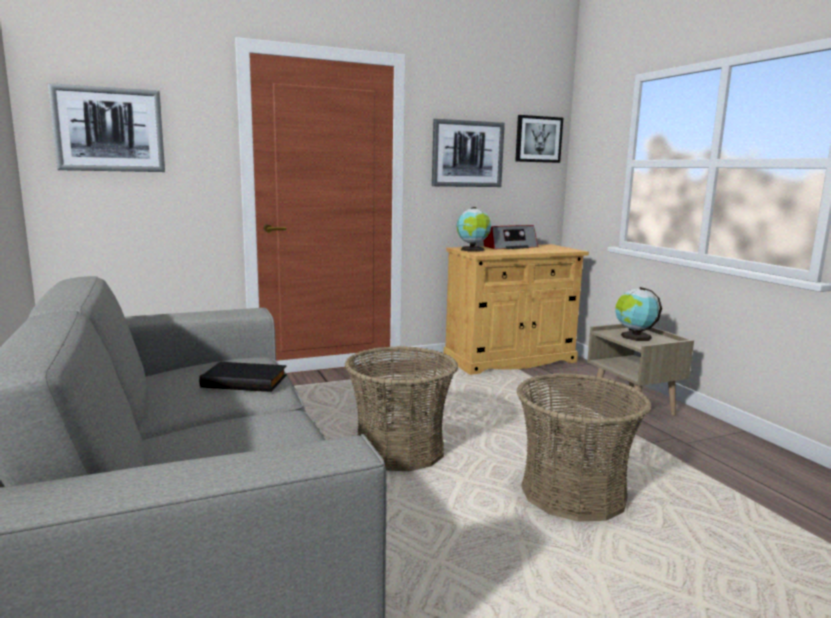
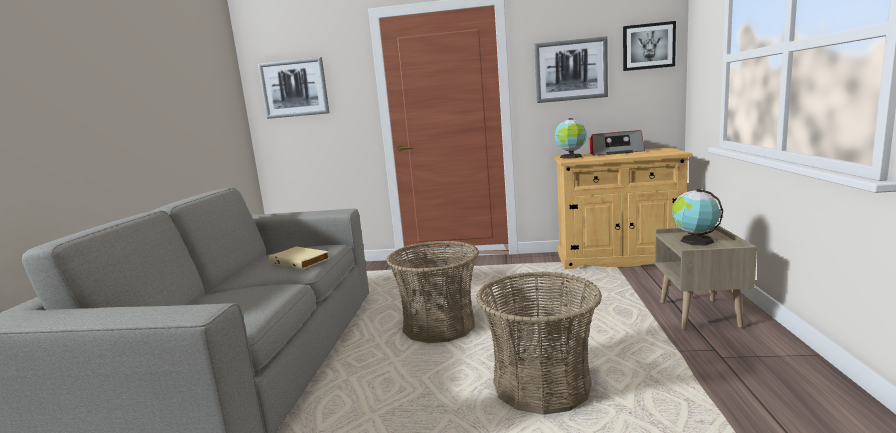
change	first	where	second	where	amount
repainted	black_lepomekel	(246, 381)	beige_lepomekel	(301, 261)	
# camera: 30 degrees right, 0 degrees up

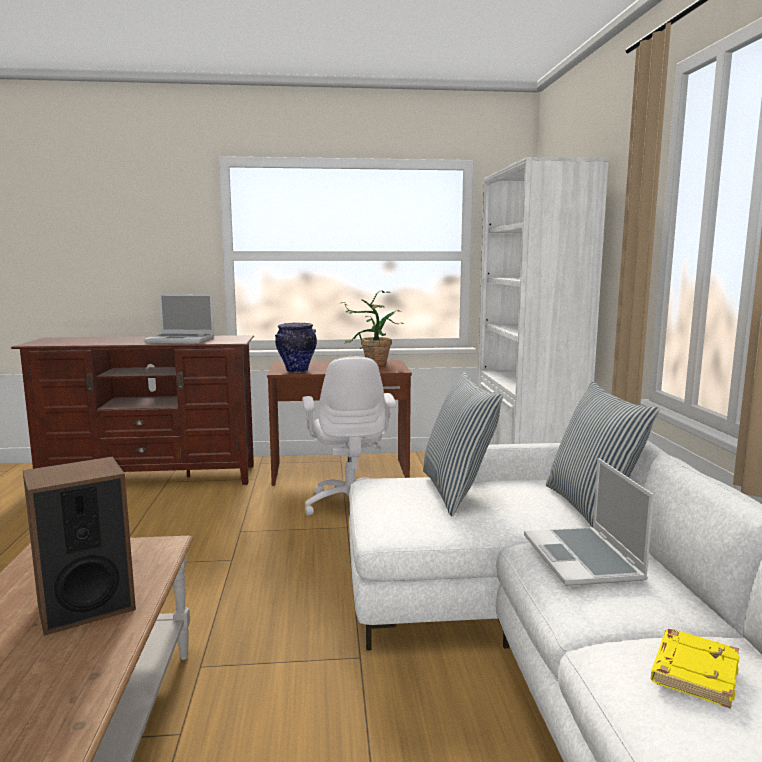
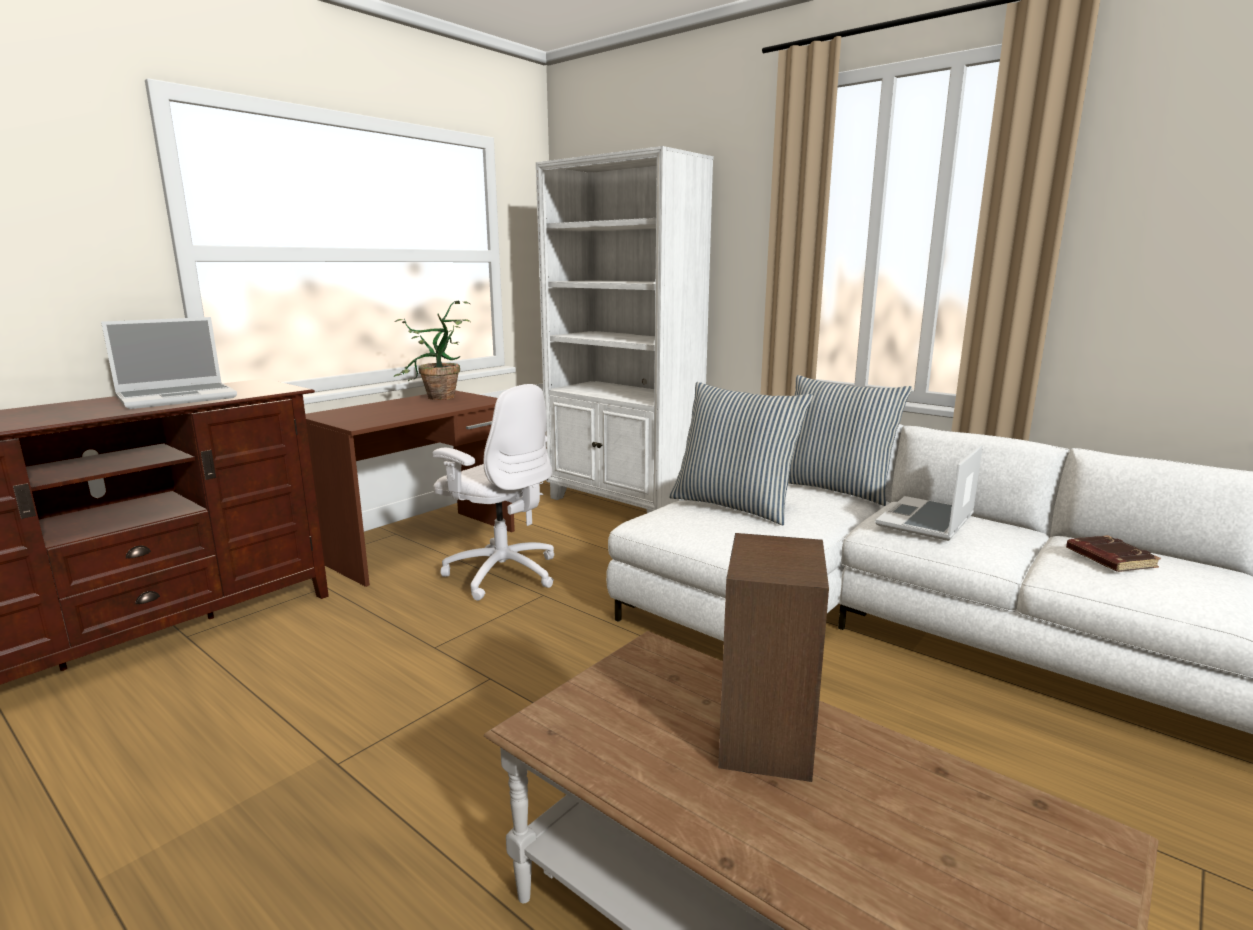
change	first	where	second	where	amount
gone	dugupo	(296, 371)			
rotated	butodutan	(584, 559)		(927, 521)	90 degrees clockwise
repainted	yellow_lepomekel	(693, 672)	brown_lepomekel	(1108, 559)	
# camera: 45 degrees left, 5 degrees up

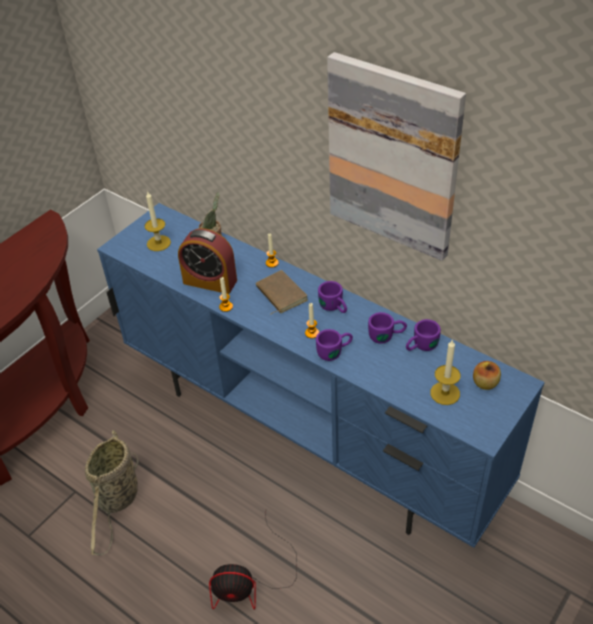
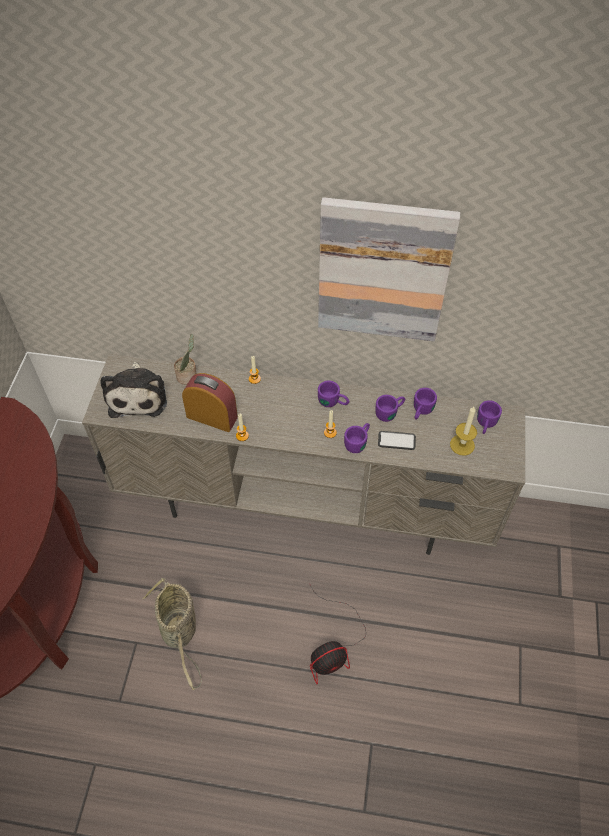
change	first	where	second	where	amount
repainted	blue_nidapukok	(308, 435)	beige_nidapukok	(307, 506)	
swapped	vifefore	(158, 243)	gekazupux	(138, 395)	
rotated	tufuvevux	(210, 281)		(212, 417)	150 degrees counterclockwise
gone	brown_lepomekel	(280, 294)			
swapped	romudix	(485, 383)	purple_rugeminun	(485, 425)	
new			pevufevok	(396, 440)	
# camera: 30 degrees left, 10 degrees up

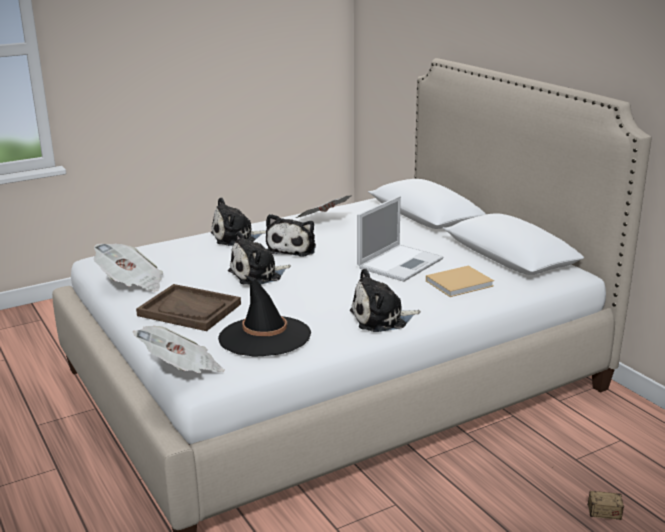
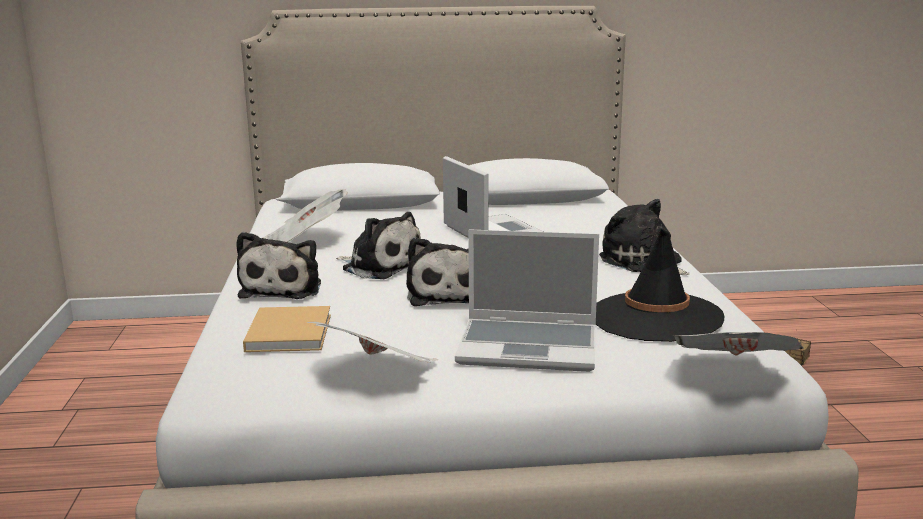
change	first	where	second	where	amount
swapped	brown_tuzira	(190, 310)	butodutan	(530, 347)	
rotated	gekazupux	(382, 319)		(643, 262)	135 degrees clockwise
shifted	beige_lepomekel	(461, 283)		(289, 331)	
# camera: 65 degrees left, 5 degrees down

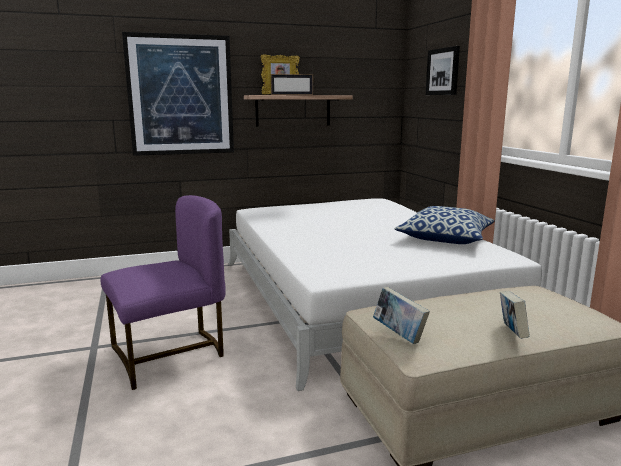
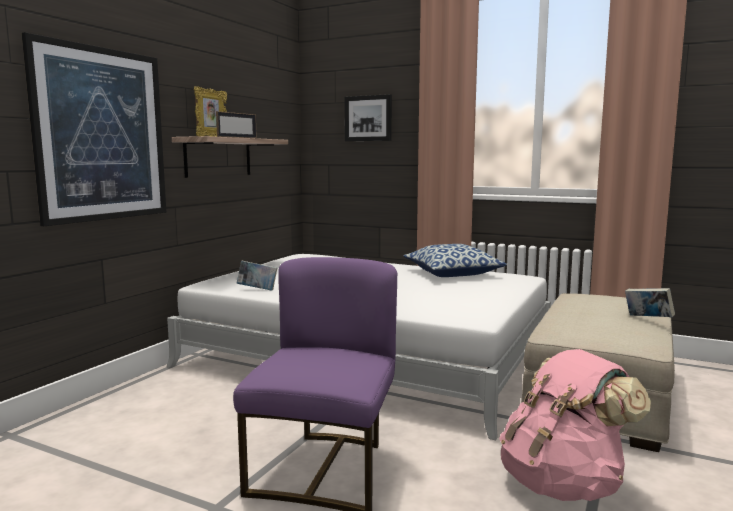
change	first	where	second	where	amount
shifted	lepomekel	(399, 335)		(257, 290)	
new			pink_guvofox	(563, 484)	
# camera: 45 degrees left, 5 degrees down

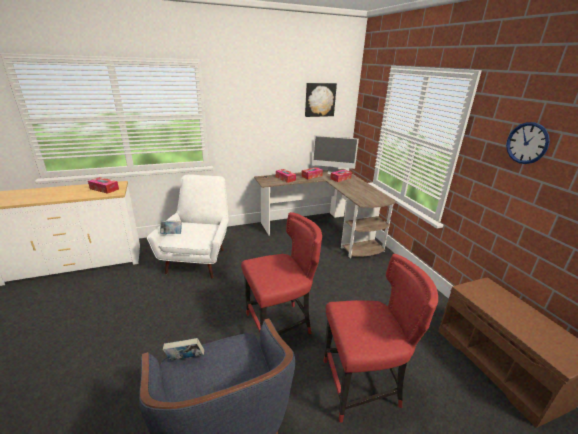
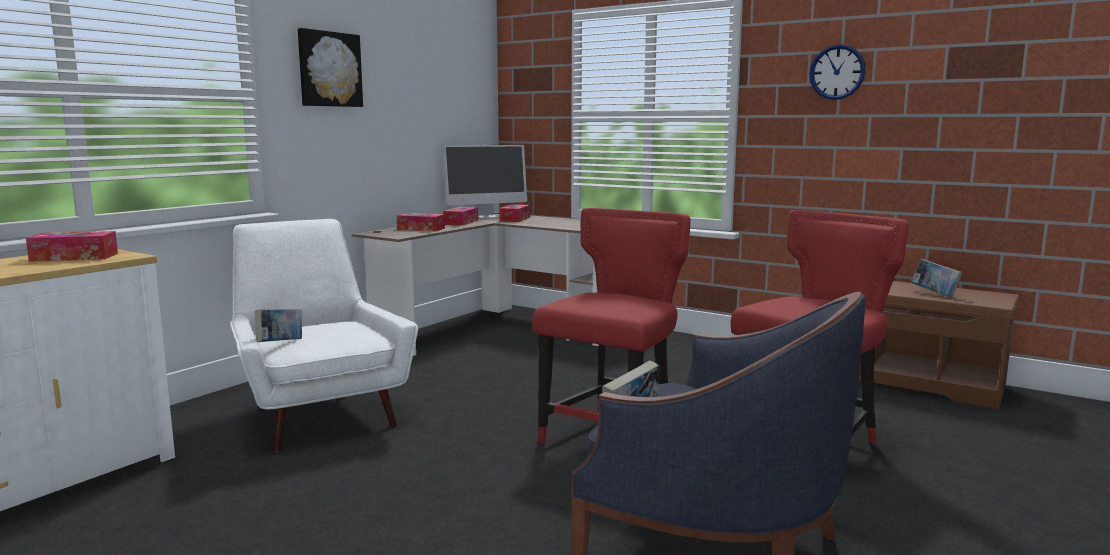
change	first	where	second	where	amount
shifted	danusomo	(319, 99)		(329, 69)	
new			lepomekel	(934, 294)	
# camera: 35 degrees left, 15 degrees down

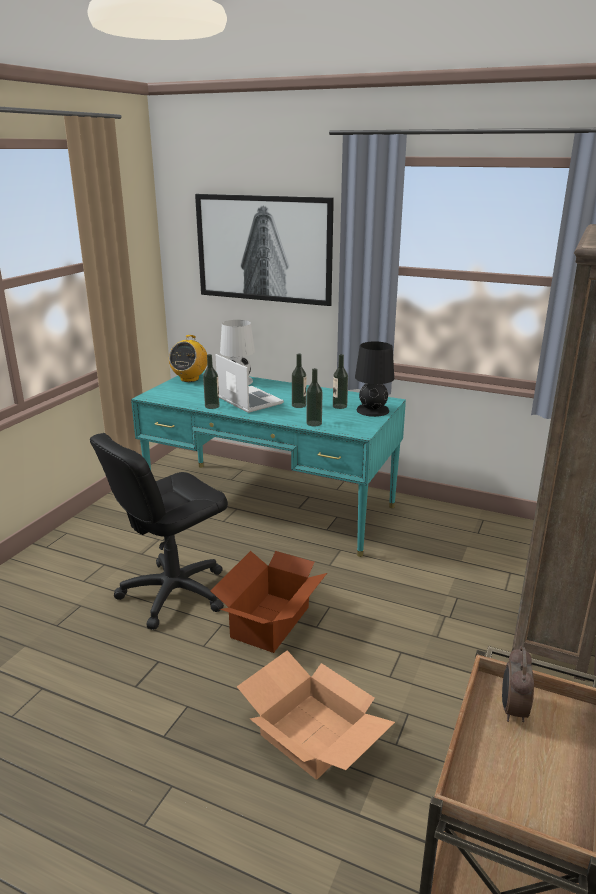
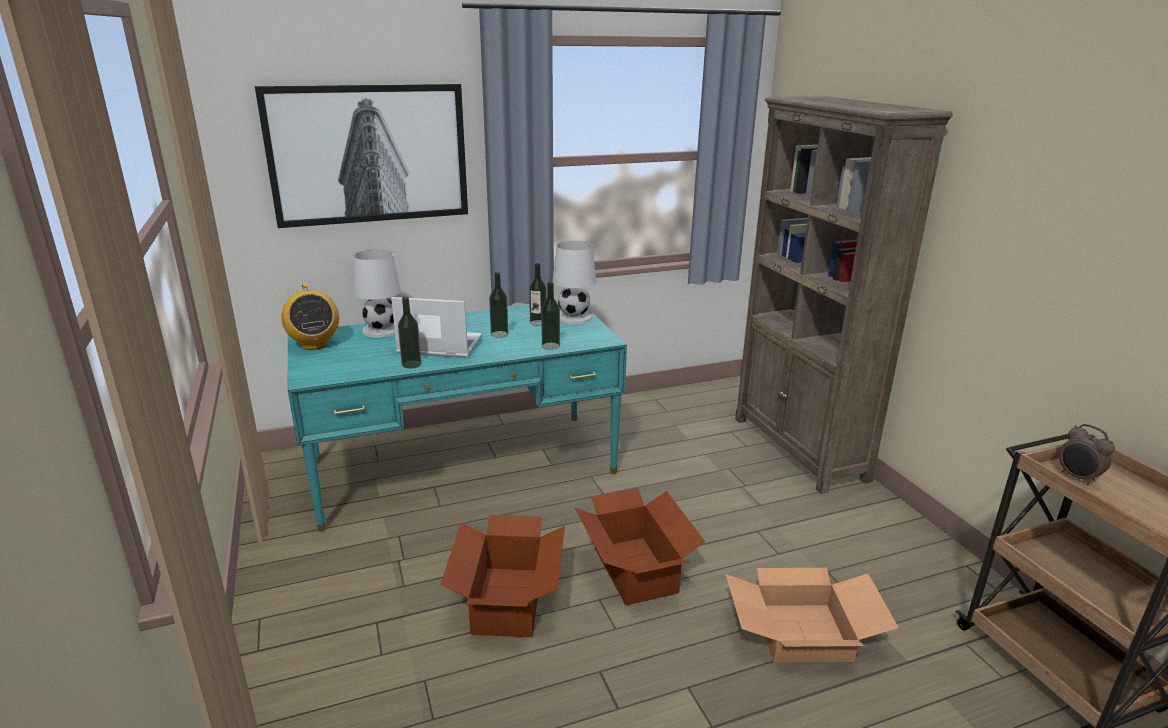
change	first	where	second	where	amount
swapped	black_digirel	(173, 593)	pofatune	(506, 602)	
repainted	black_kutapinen	(373, 410)	white_kutapinen	(574, 317)	
# camera: 45 degrees left, 0 degrees up

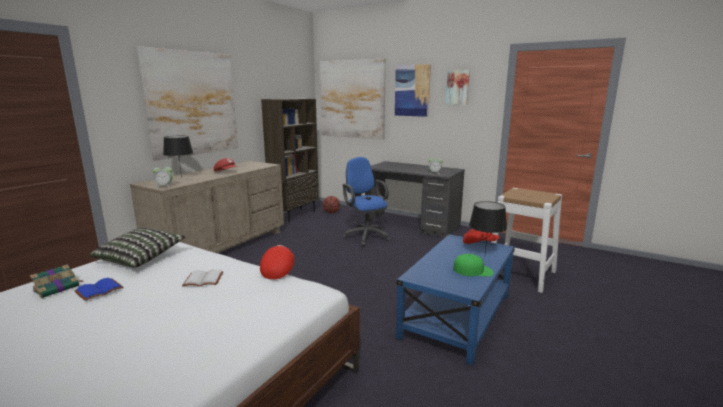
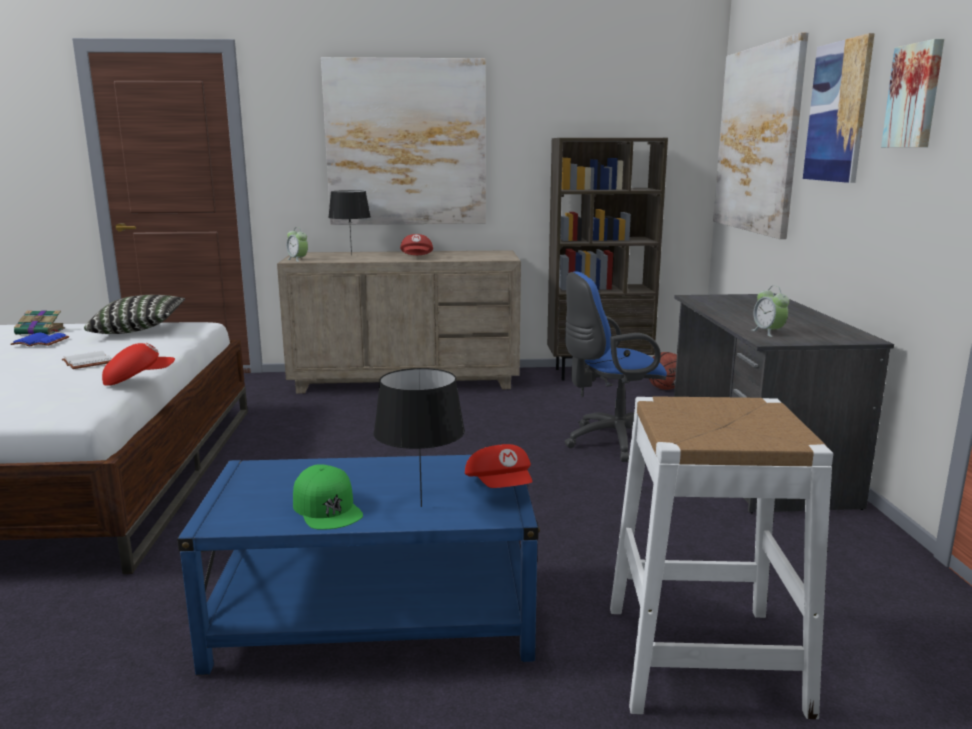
change	first	where	second	where	amount
rotated	blue_digirel	(365, 236)		(611, 442)	135 degrees counterclockwise
# camera: 55 degrees right, 0 degrees up

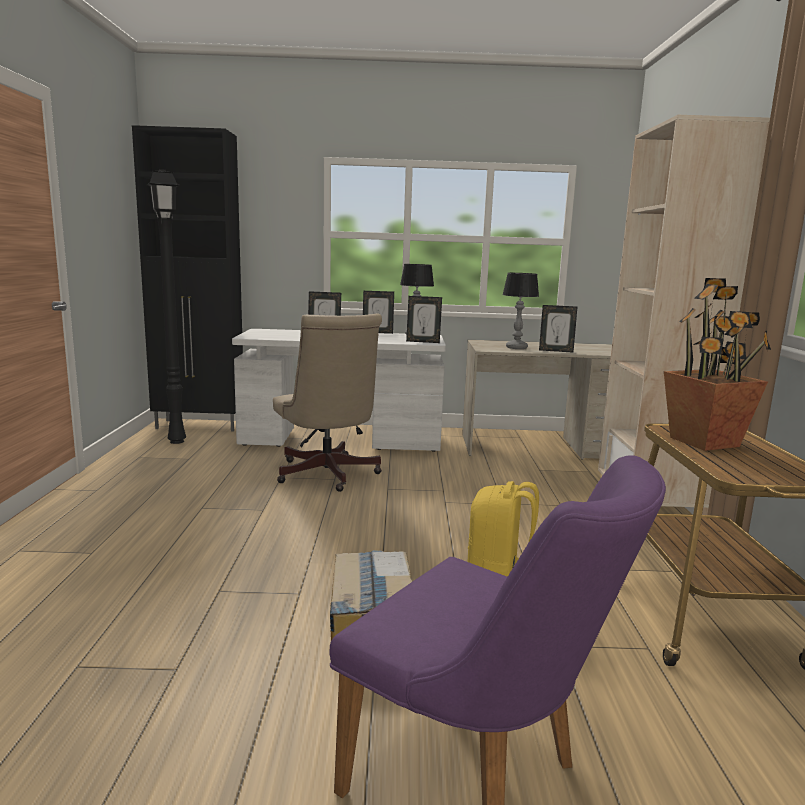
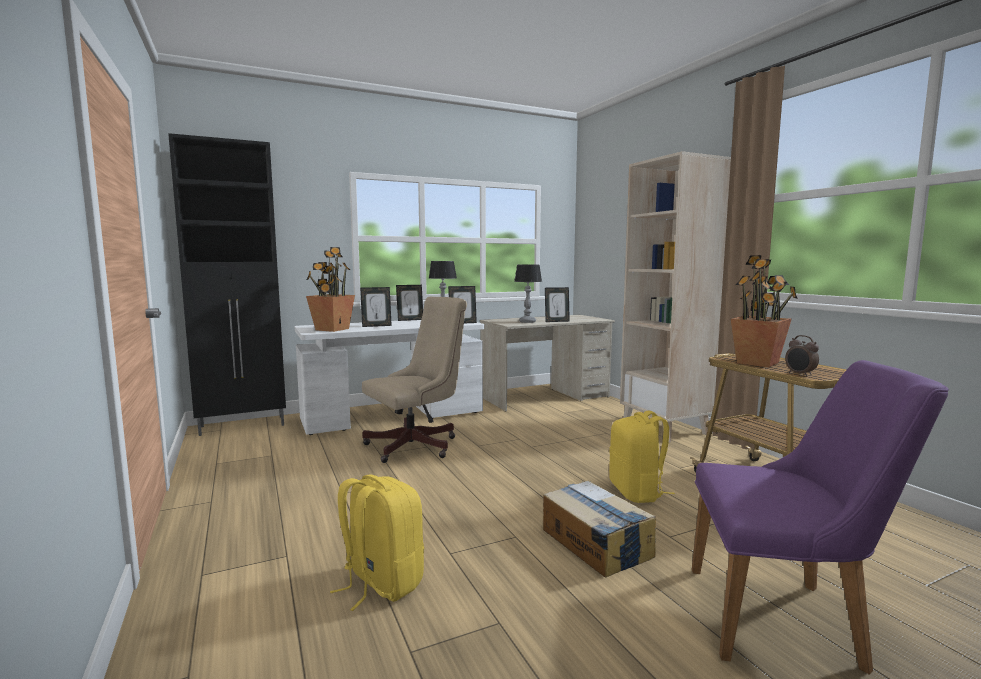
change	first	where	second	where	amount
gone	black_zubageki	(178, 441)			
rotated	beige_digirel	(327, 475)		(418, 445)	75 degrees counterclockwise
new			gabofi	(331, 329)	
new			yellow_guvofox	(381, 583)	
new			tufuvevux	(800, 374)	
# camera: 25 degrees left, 5 degrees down

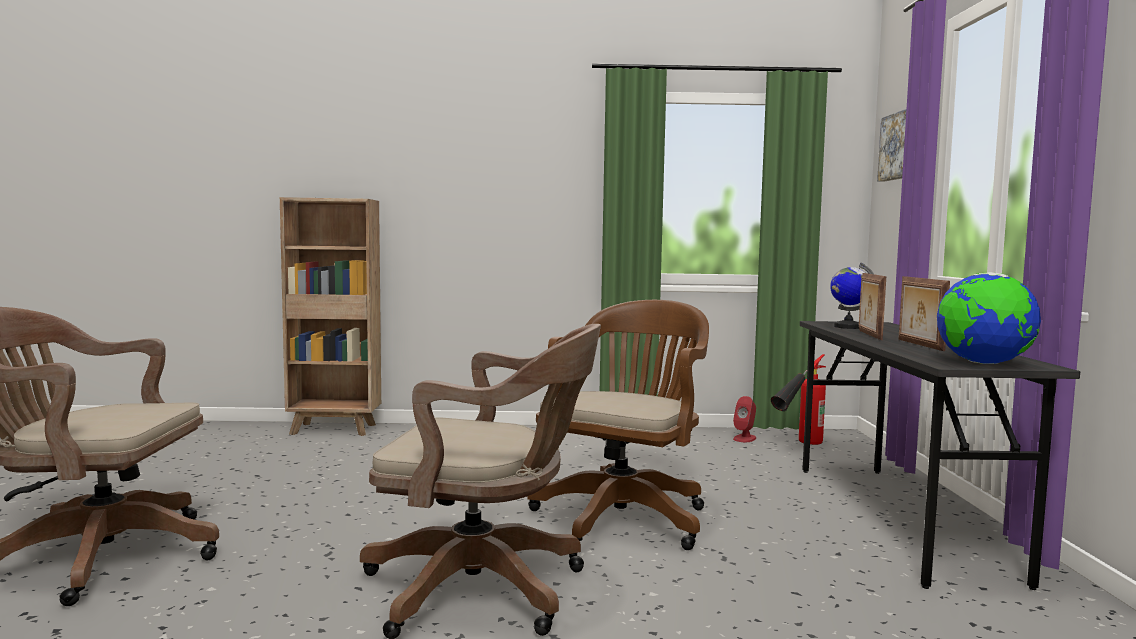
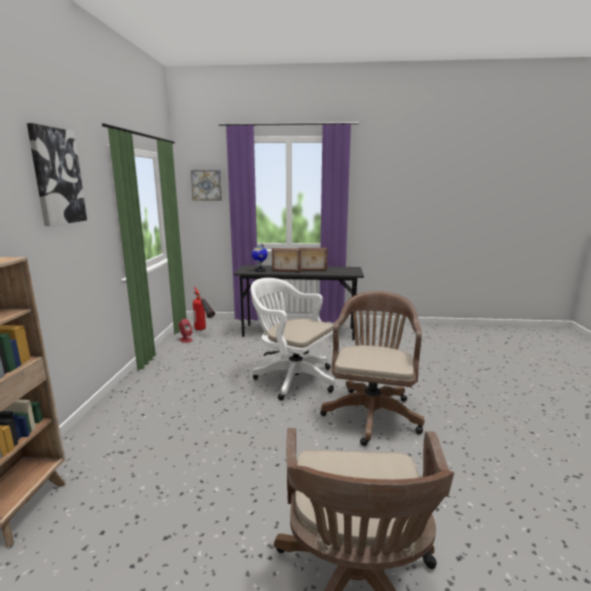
change	first	where	second	where	amount
repainted	brown_digirel	(624, 517)	white_digirel	(292, 378)	
gone	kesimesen	(983, 363)			
new			danusomo	(57, 176)	
# camera: 85 degrees left, 10 degrees up

